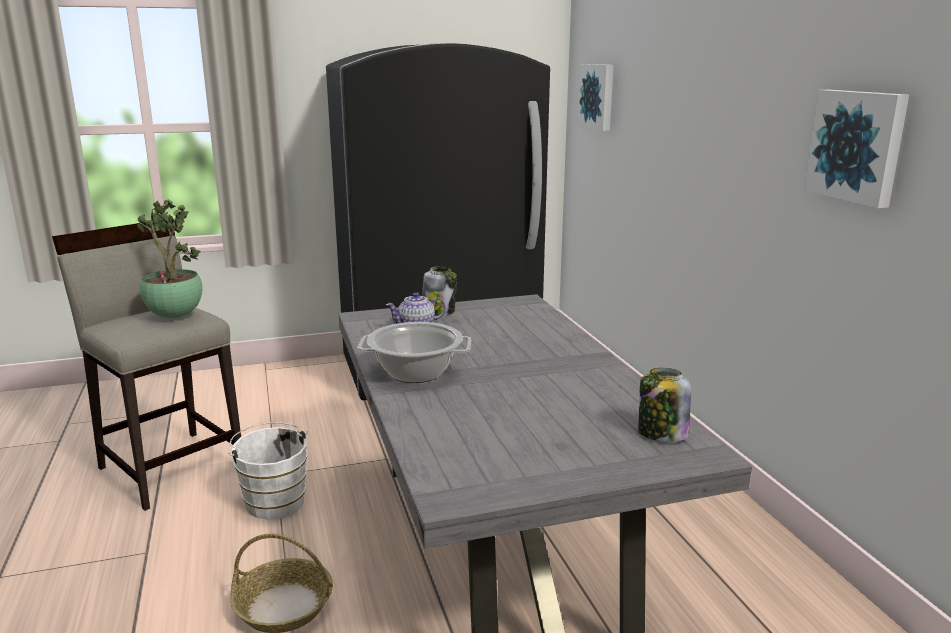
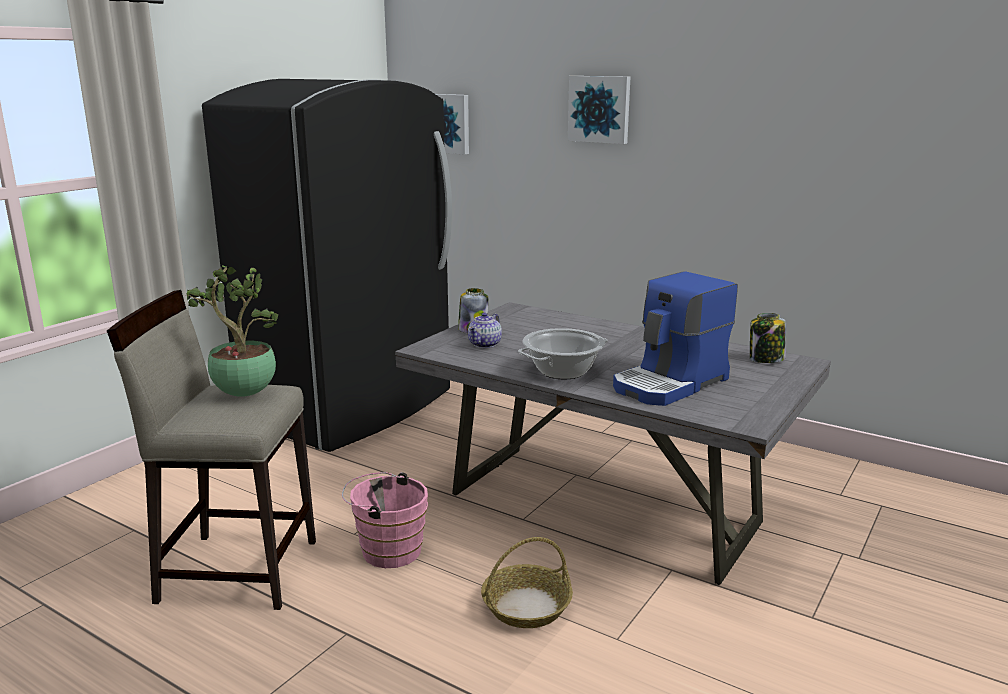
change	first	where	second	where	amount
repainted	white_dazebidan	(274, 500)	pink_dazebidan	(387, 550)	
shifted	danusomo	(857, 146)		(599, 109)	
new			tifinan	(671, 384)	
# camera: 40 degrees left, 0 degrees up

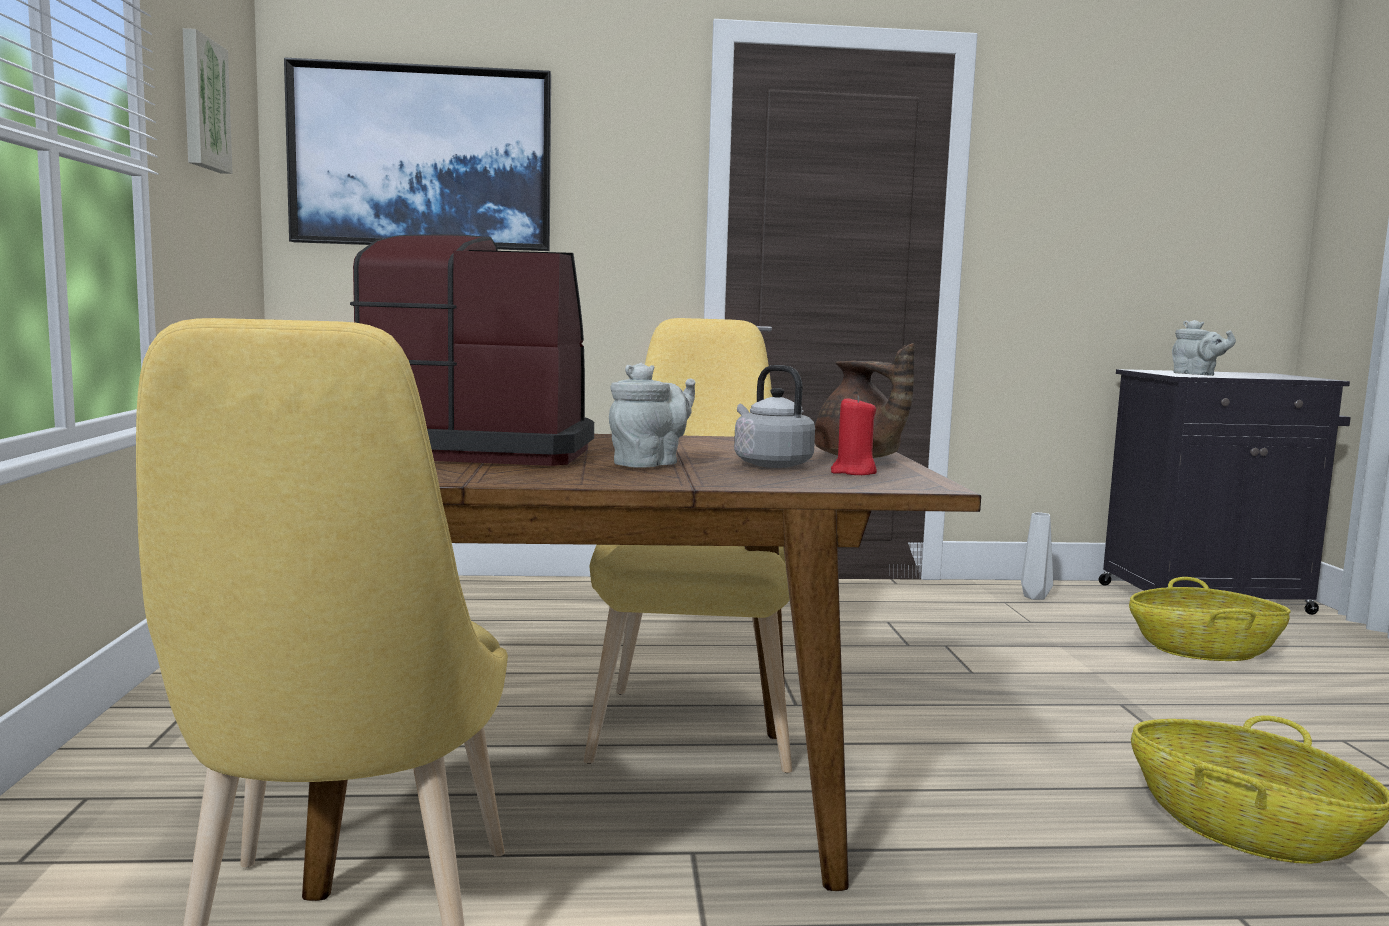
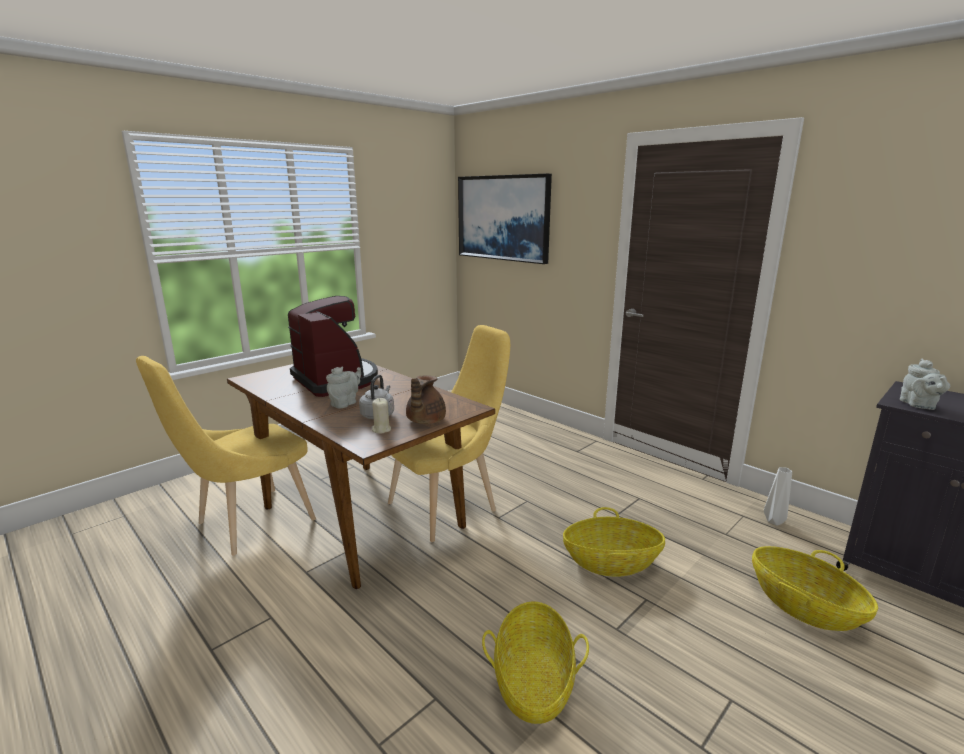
change	first	where	second	where	amount
gone	danusomo	(202, 104)			
rotated	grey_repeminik	(650, 464)		(345, 403)	60 degrees counterclockwise
repainted	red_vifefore	(853, 472)	beige_vifefore	(381, 429)	
new			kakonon	(611, 562)	
# camera: 50 degrees right, 10 degrees up

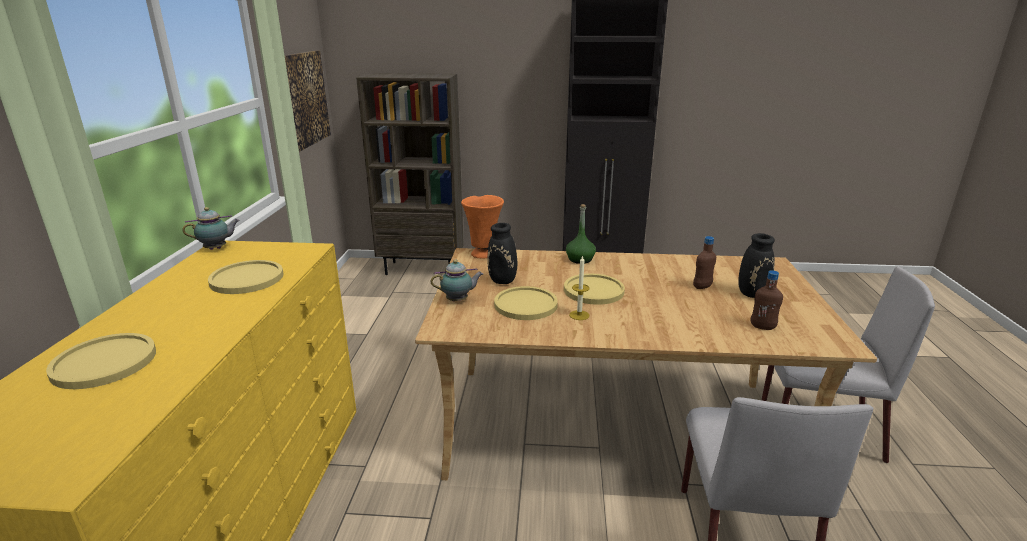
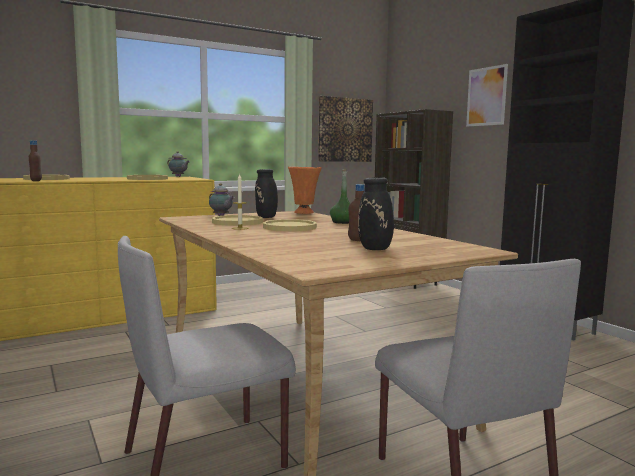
change	first	where	second	where	amount
shifted	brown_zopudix	(762, 327)		(36, 181)	
new			danusomo	(486, 96)	
# camera: 55 degrees right, 15 degrees down

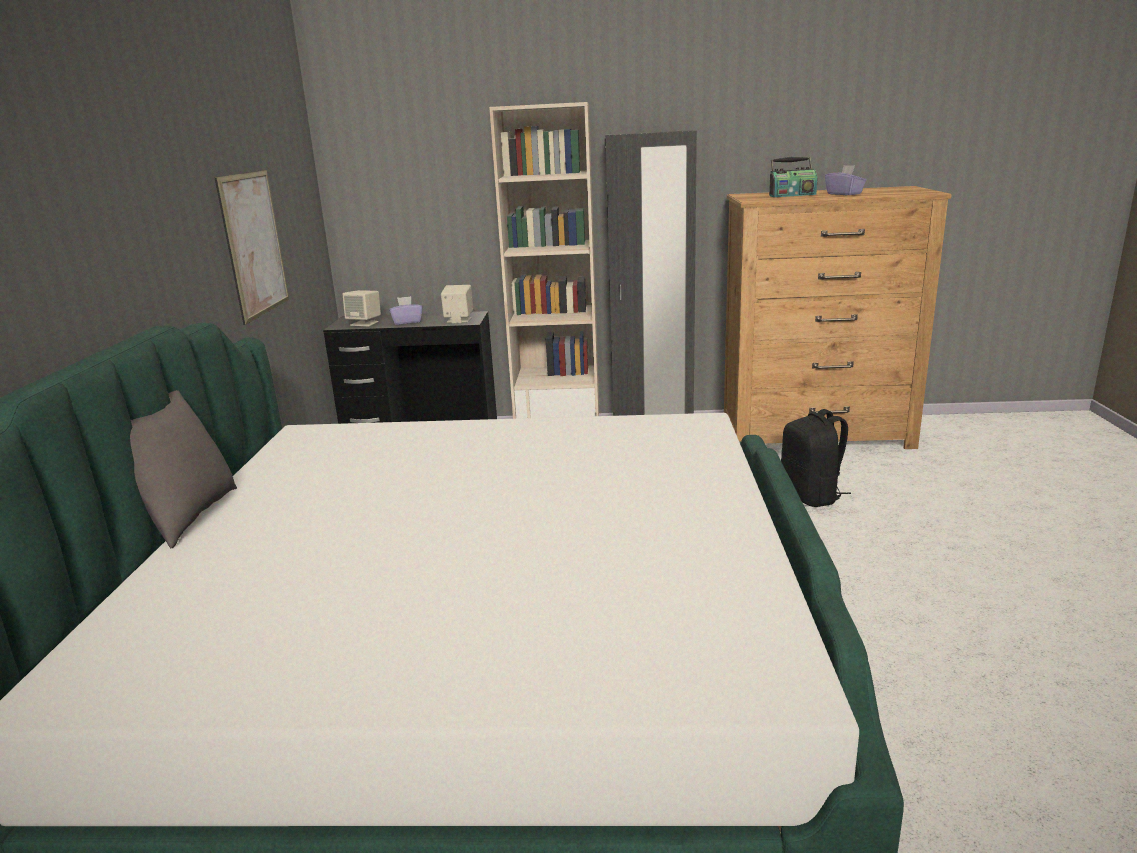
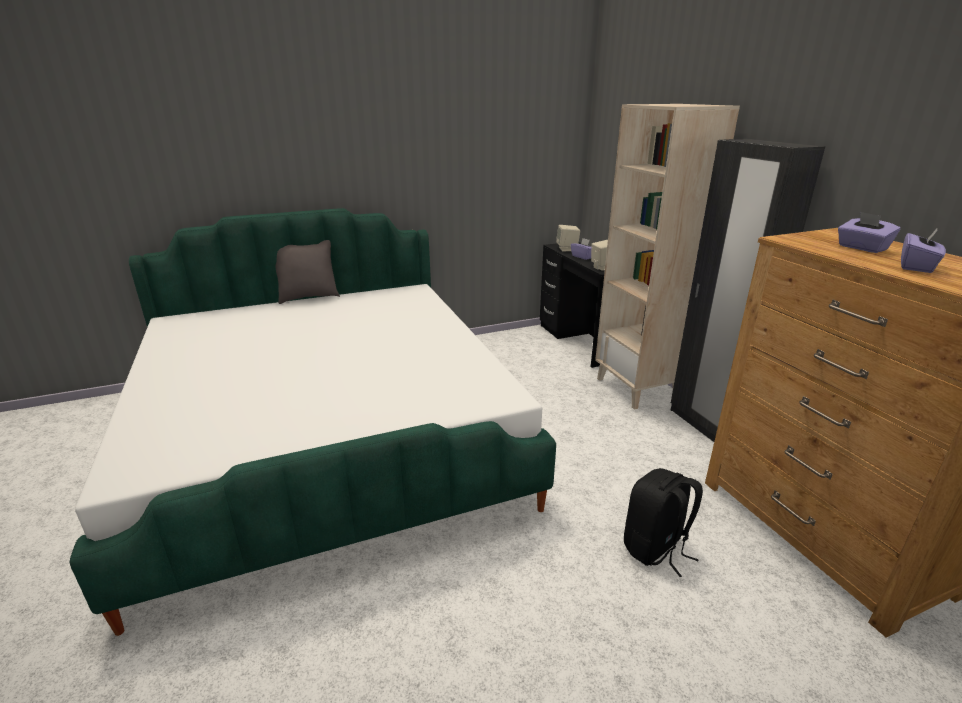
change	first	where	second	where	amount
gone	danusomo	(254, 244)			
swapped	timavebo	(792, 195)	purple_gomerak	(862, 248)	
# camera: 65 degrees right, 5 degrees up

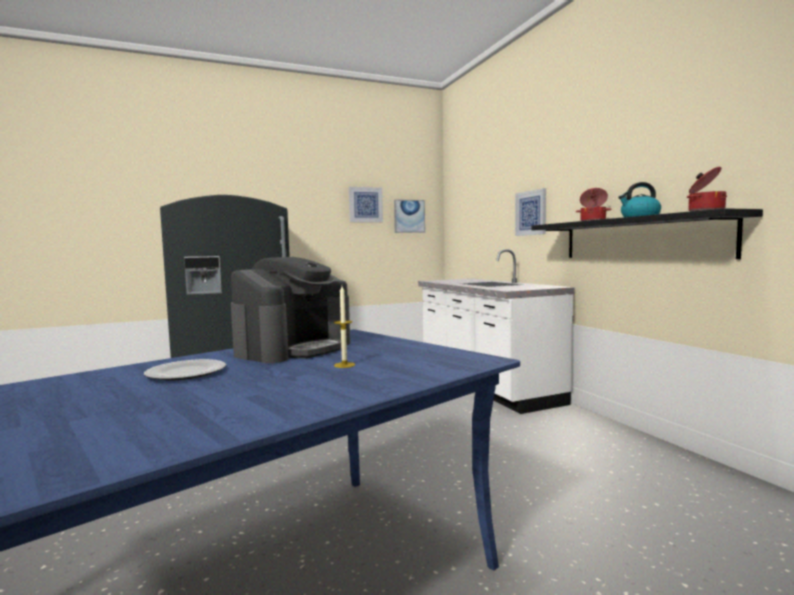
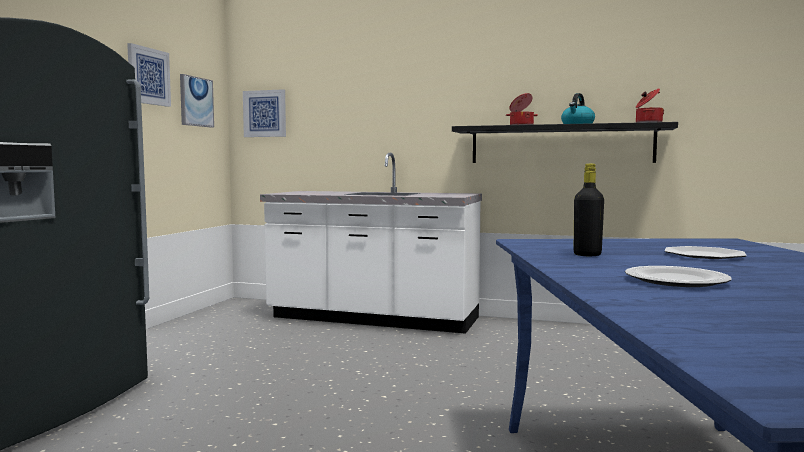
change	first	where	second	where	amount
swapped	tifinan	(294, 348)	black_zopudix	(587, 255)	
swapped	vifefore	(344, 365)	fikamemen	(704, 255)	
shifted	danusomo	(531, 213)		(265, 113)	
# camera: 50 degrees left, 0 degrees up

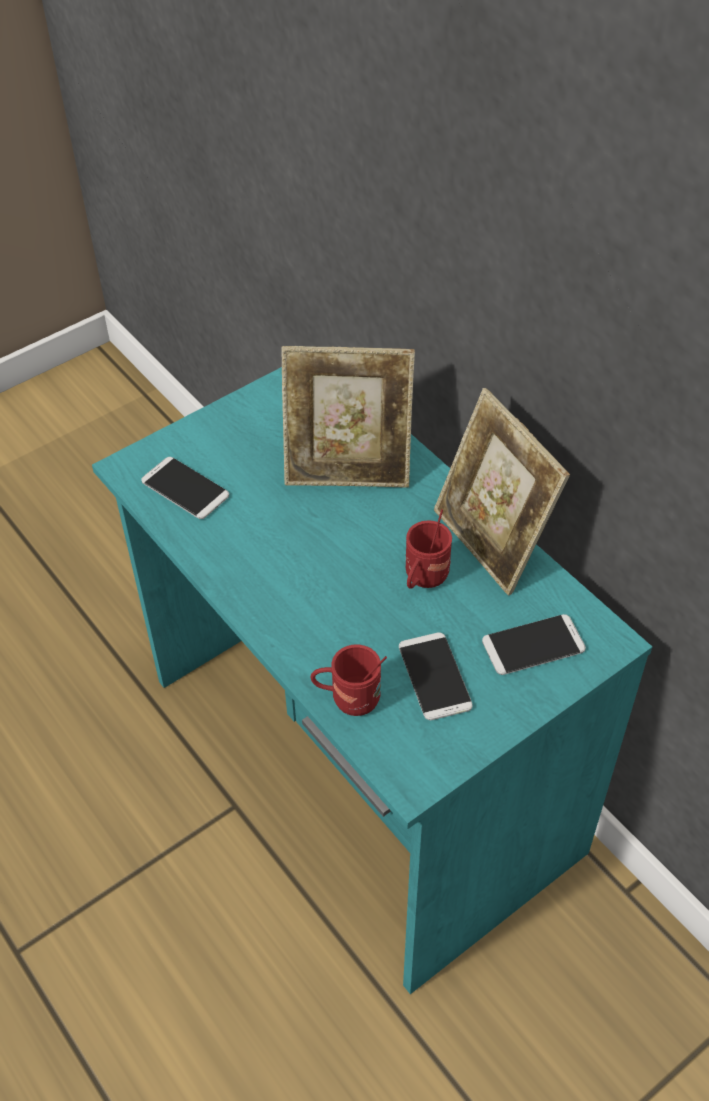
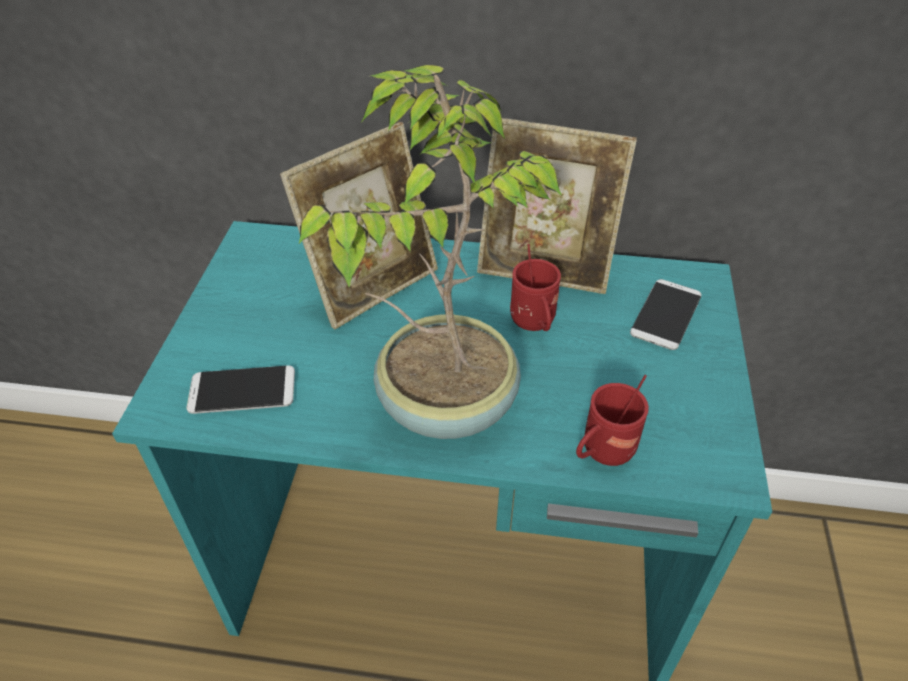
change	first	where	second	where	amount
gone	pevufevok	(434, 676)			
new			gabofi	(444, 403)	
# camera: 45 degrees left, 5 degrees down

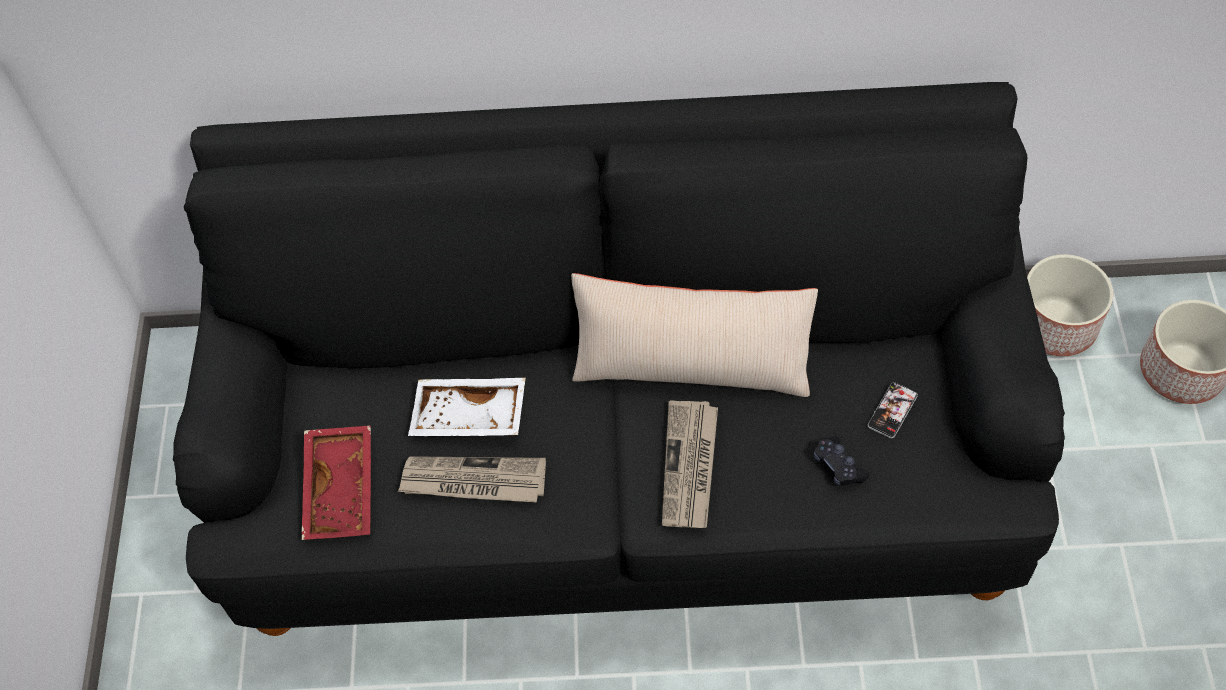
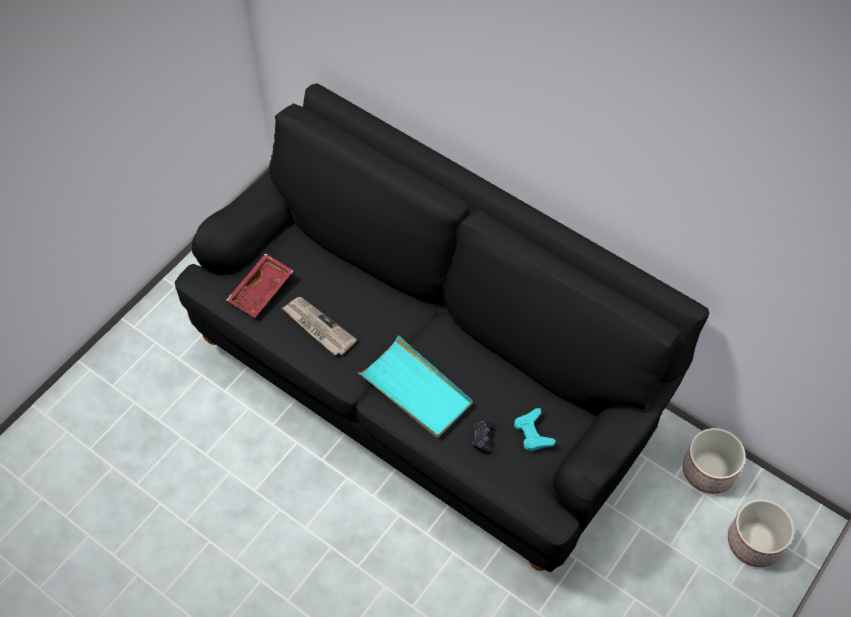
change	first	where	second	where	amount
gone	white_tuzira	(469, 417)			
gone	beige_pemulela	(691, 364)			
swapped	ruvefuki	(690, 467)	turquoise_tuzira	(416, 390)	
swapped	pevufevok	(892, 410)	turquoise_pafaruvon	(533, 433)	
# camera: 35 degrees right, 0 degrees up

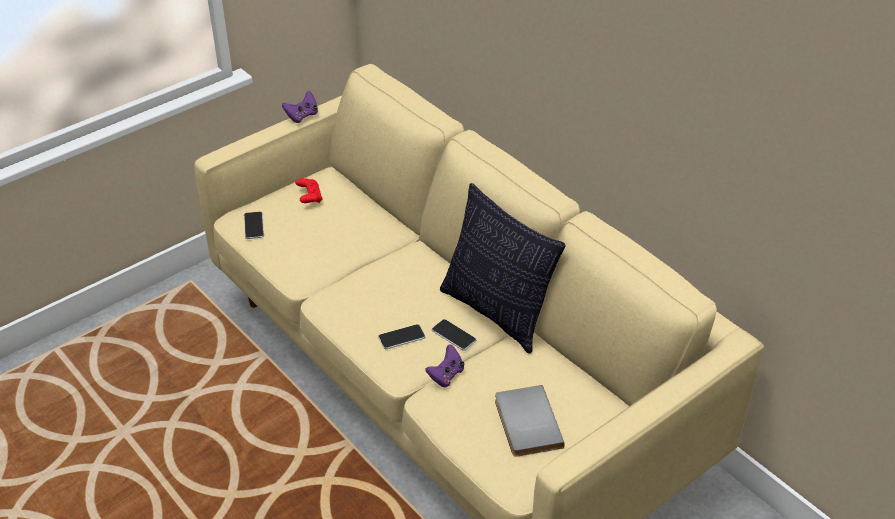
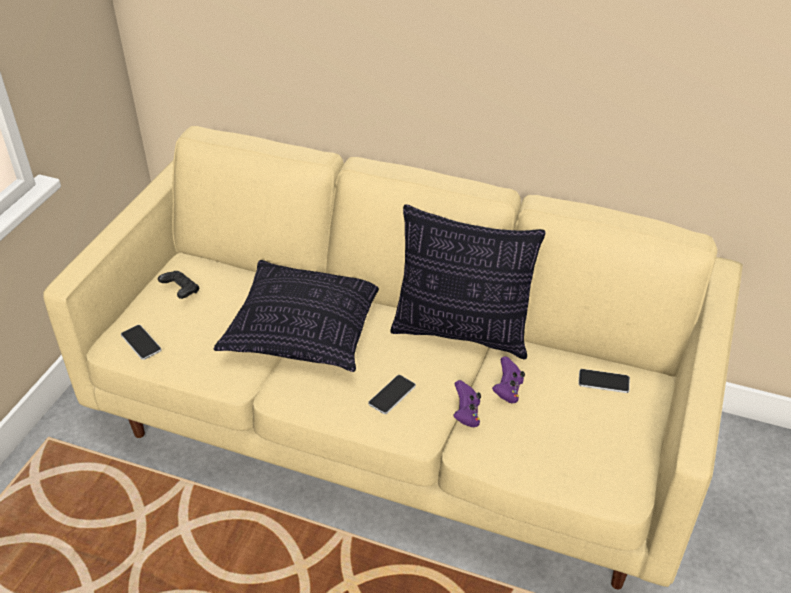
change	first	where	second	where	amount
shifted	purple_pafaruvon	(302, 116)		(507, 390)	
repainted	red_pafaruvon	(309, 197)	black_pafaruvon	(181, 291)	
shifted	pevufevok	(453, 335)		(603, 382)	
gone	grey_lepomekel	(525, 423)			
new			pemulela	(305, 331)	
# camera: 30 degrees left, 0 degrees up

